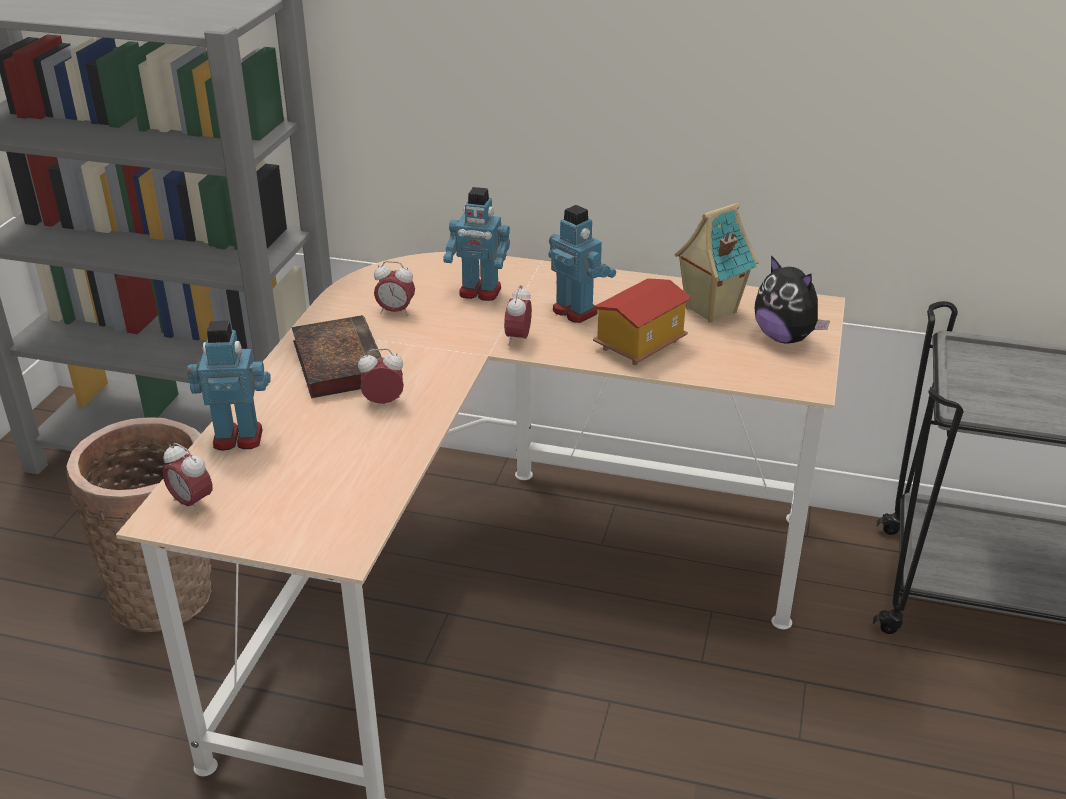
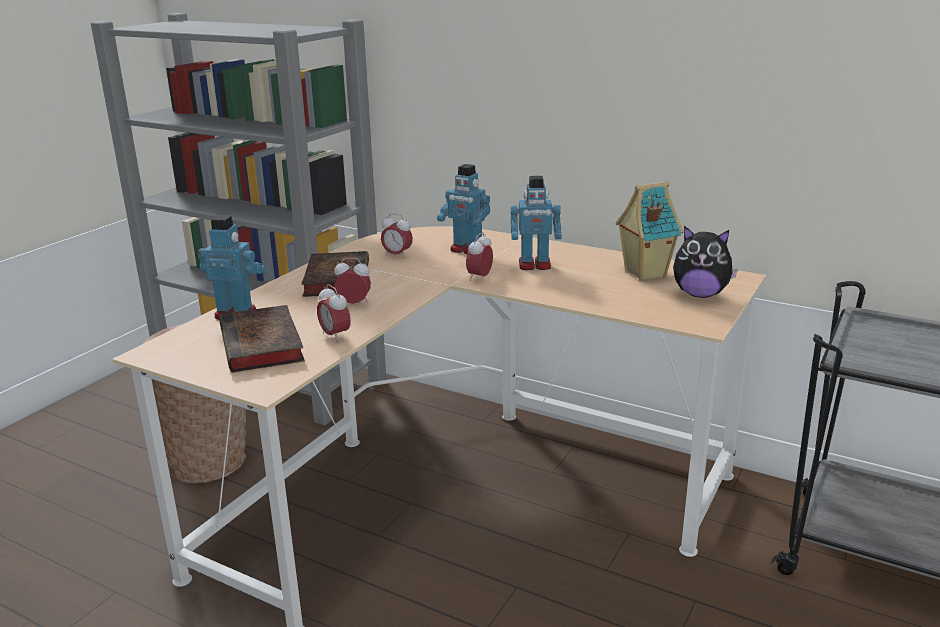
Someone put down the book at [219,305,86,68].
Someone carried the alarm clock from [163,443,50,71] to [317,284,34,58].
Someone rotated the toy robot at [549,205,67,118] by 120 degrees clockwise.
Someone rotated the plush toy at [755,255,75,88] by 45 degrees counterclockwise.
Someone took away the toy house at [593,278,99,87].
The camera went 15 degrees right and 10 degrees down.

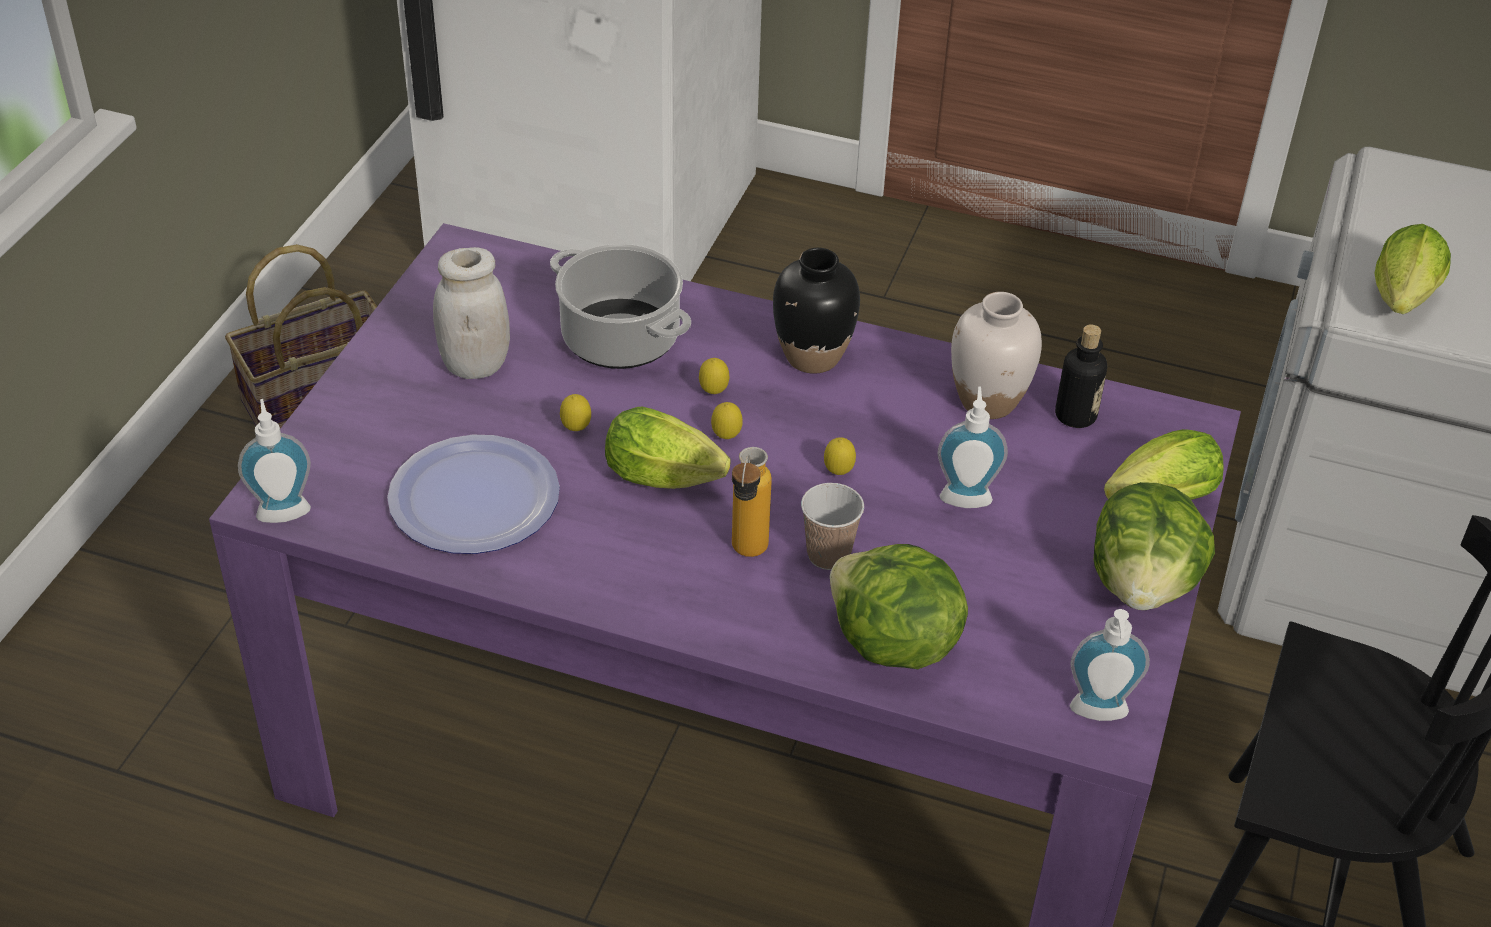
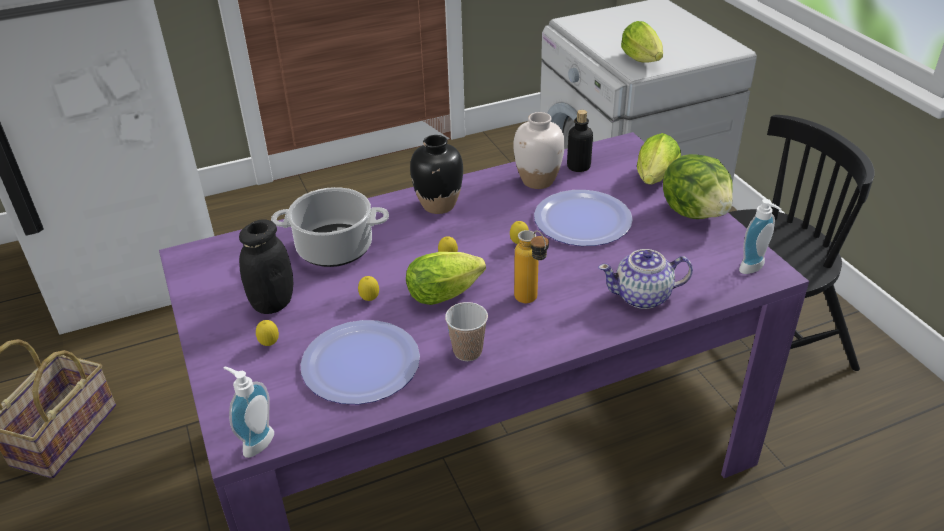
Someone repainted the jar (white) at [433,247,77,132], which became the jar (black) at [239,219,54,95].
Someone carried the lemon from [699,358,30,36] to [256,320,23,26].
Someone carried the cup from [801,483,63,87] to [445,302,43,59].
Someone swapped the soap dispenser at [937,386,71,122] for the plate at [534,190,99,56].
Someone swapped the lettuce at [830,544,138,125] for the teapot at [598,249,95,60].
The camera went 40 degrees left and 5 degrees down.

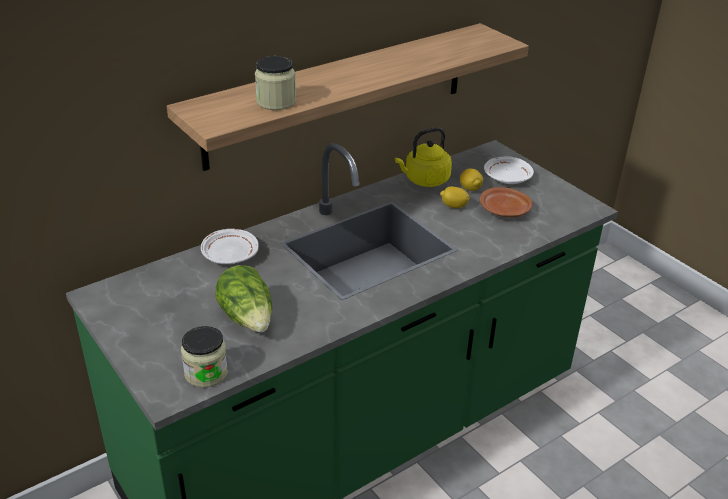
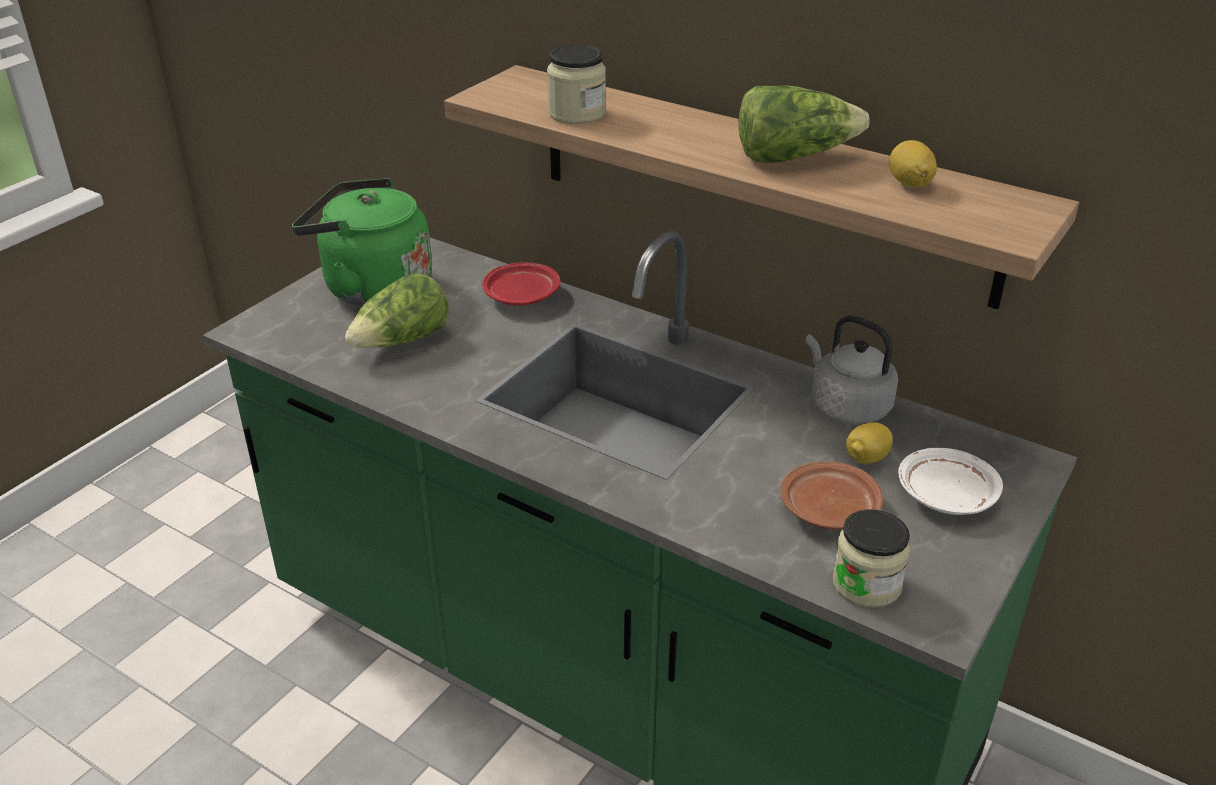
Someone put down the kettle (green) at [292,178,140,129].
Someone repainted the plate (white) at [201,229,58,35], which became the plate (red) at [482,262,79,43].
Someone put down the lettuce at [739,85,131,78].
Someone repainted the kettle (yellow) at [395,128,57,59], which became the kettle (grey) at [806,315,92,109].
Someone carried the jar from [181,326,47,62] to [833,509,77,98].
Someone carried the lemon from [440,186,30,22] to [889,140,48,48].
The camera went 70 degrees right and 0 degrees up.

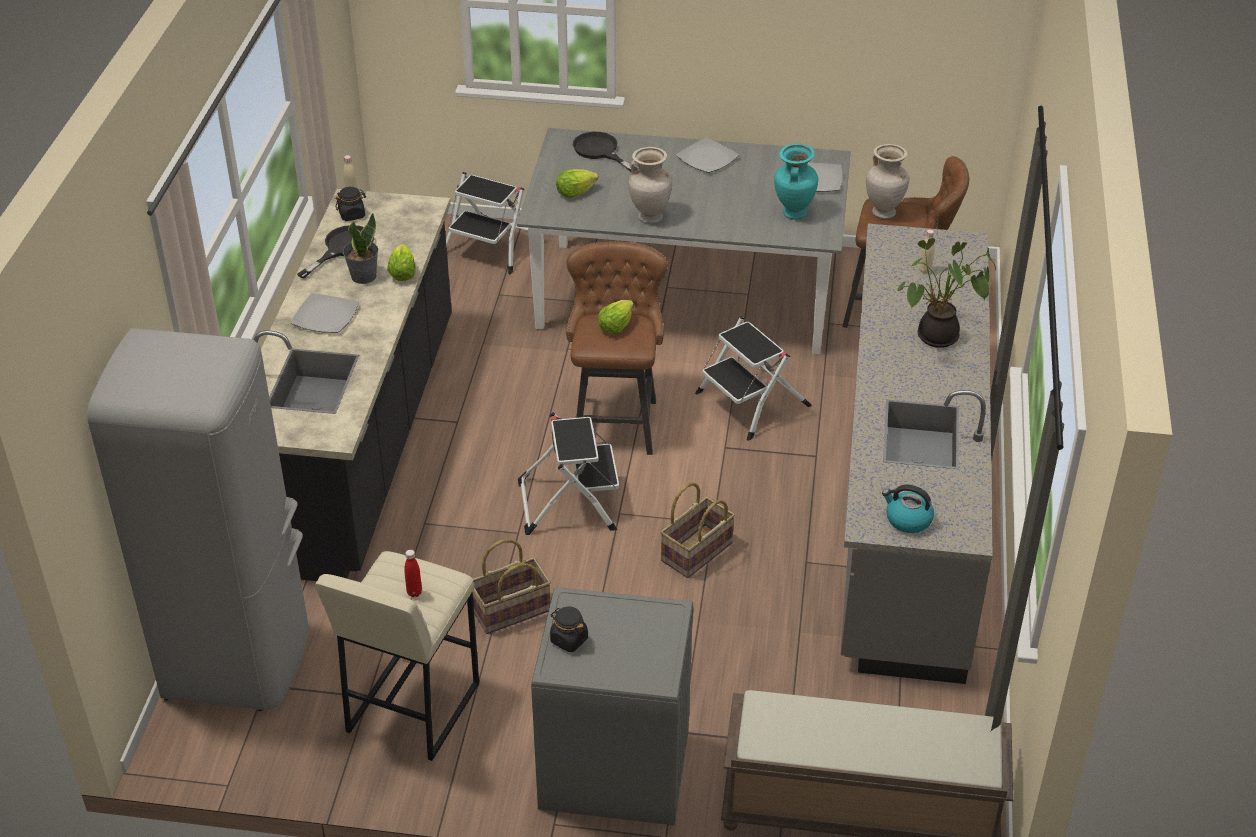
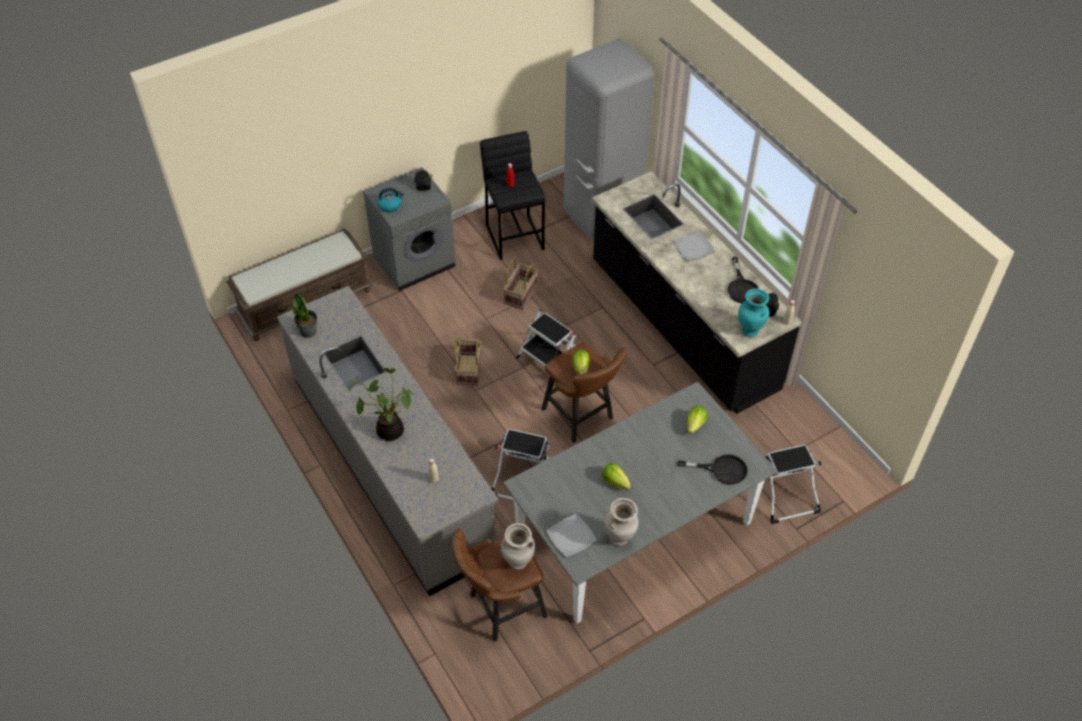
Someone carried the potted plant from [343,213,35,71] to [293,293,24,45].
Someone carried the kettle from [882,484,52,49] to [377,188,27,24].
Someone repainted the stool (beige) at [315,551,164,210], which became the stool (black) at [480,131,66,129].
Someone carried the lettuce from [387,244,29,37] to [602,463,29,27].
Someone carried the vase (beige) from [628,147,44,77] to [604,498,35,48].
Someone carried the vase (turquoise) from [774,144,44,76] to [738,288,31,49].
Someone took away the plate at [676,138,63,35].
The camera went 140 degrees right and 10 degrees up.

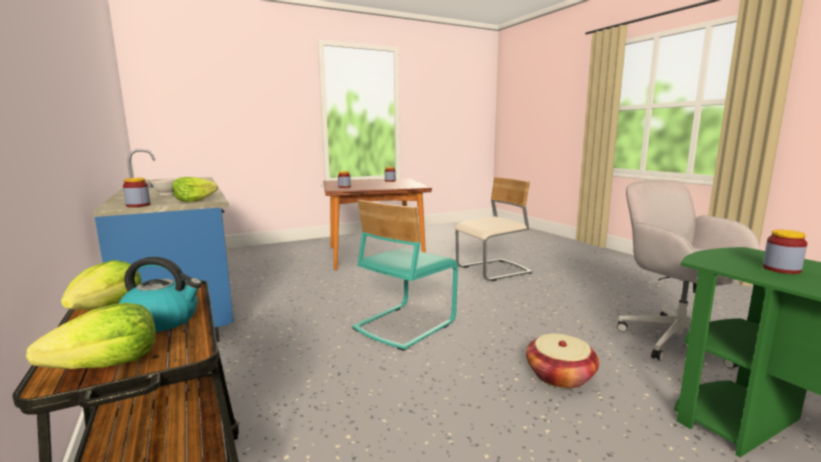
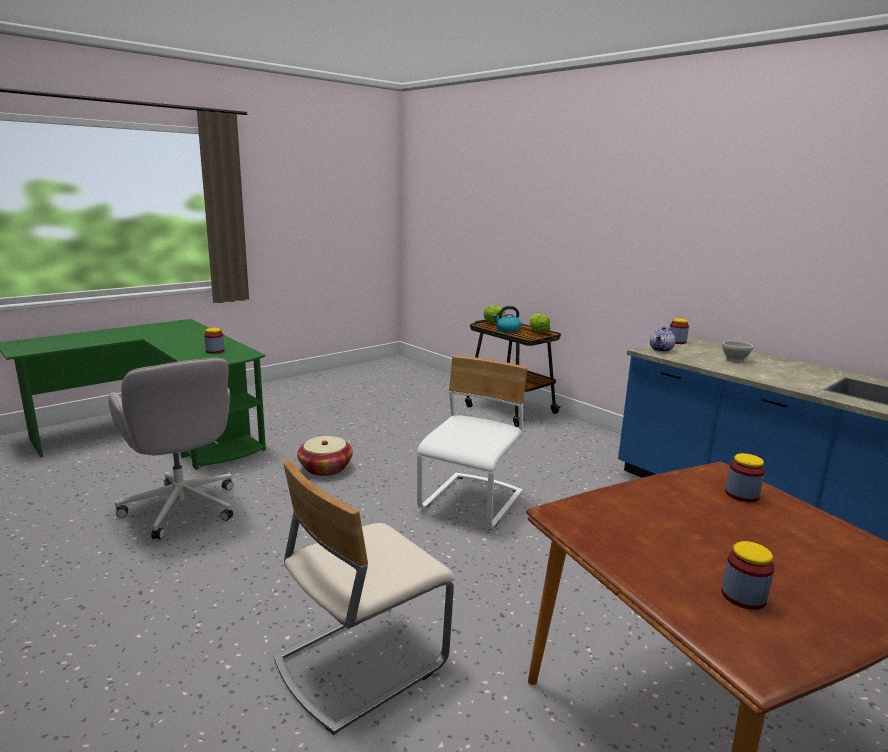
Someone repainted the chair (turquoise) at [352,200,106,151], which became the chair (white) at [417,355,110,173].
Someone swapped the lettuce at [172,177,46,25] for the teapot at [650,327,25,25].
The camera went 165 degrees right and 5 degrees up.

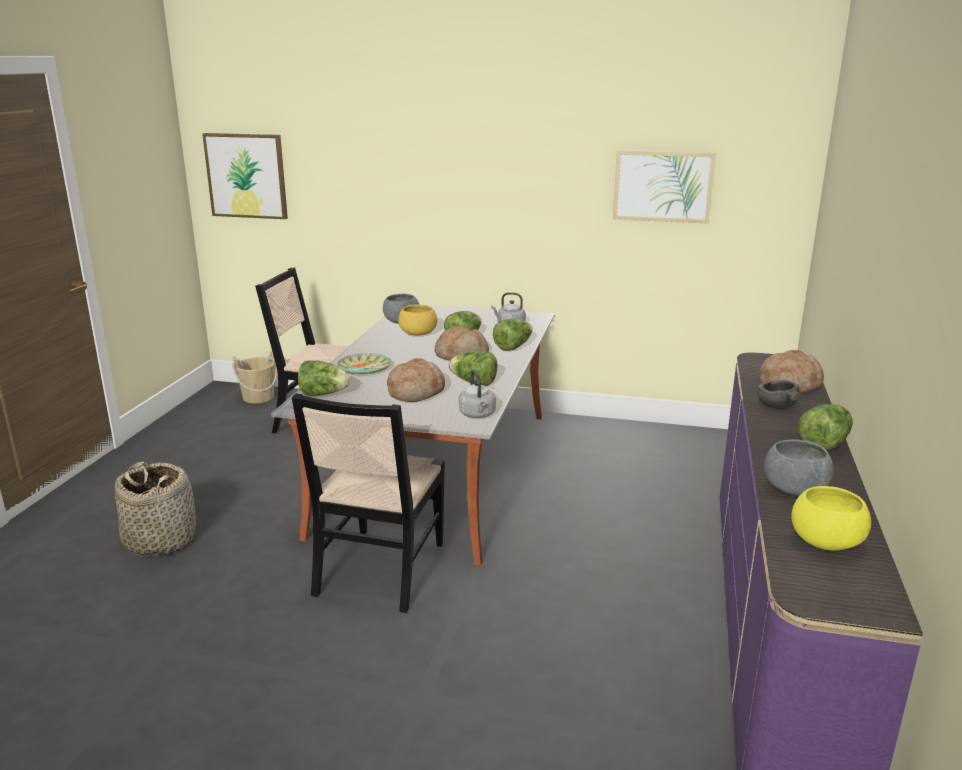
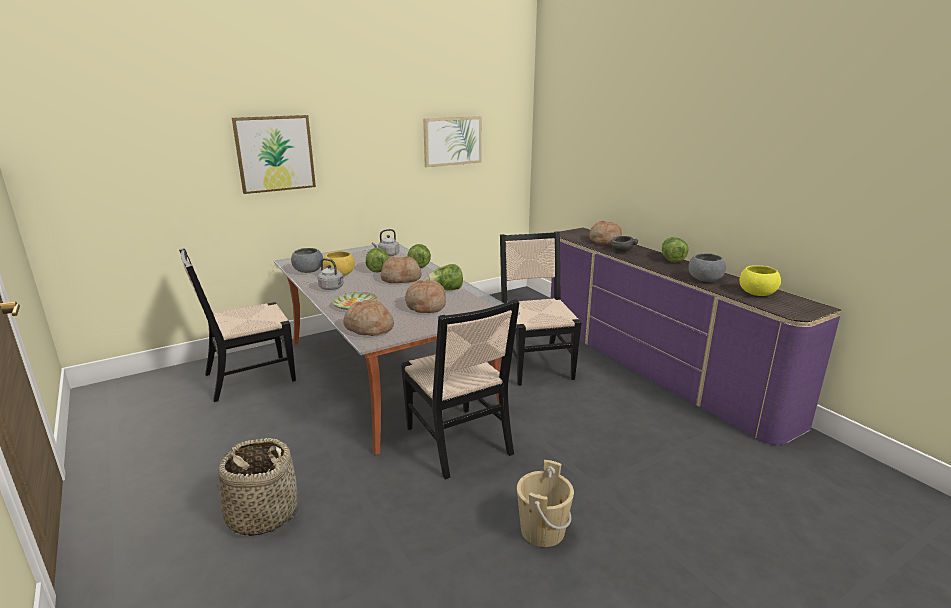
Someone carried the picture from [202,133,86,86] to [232,115,84,79].
Someone carried the kettle (grey) from [459,369,37,49] to [318,258,27,32].
Someone swapped the lettuce at [298,360,52,36] for the bread at [343,299,51,37].
Someone put down the chair at [500,231,82,155].
Someone carried the bucket (beige) from [232,351,45,52] to [517,460,57,87].
The camera went 45 degrees left and 0 degrees up.

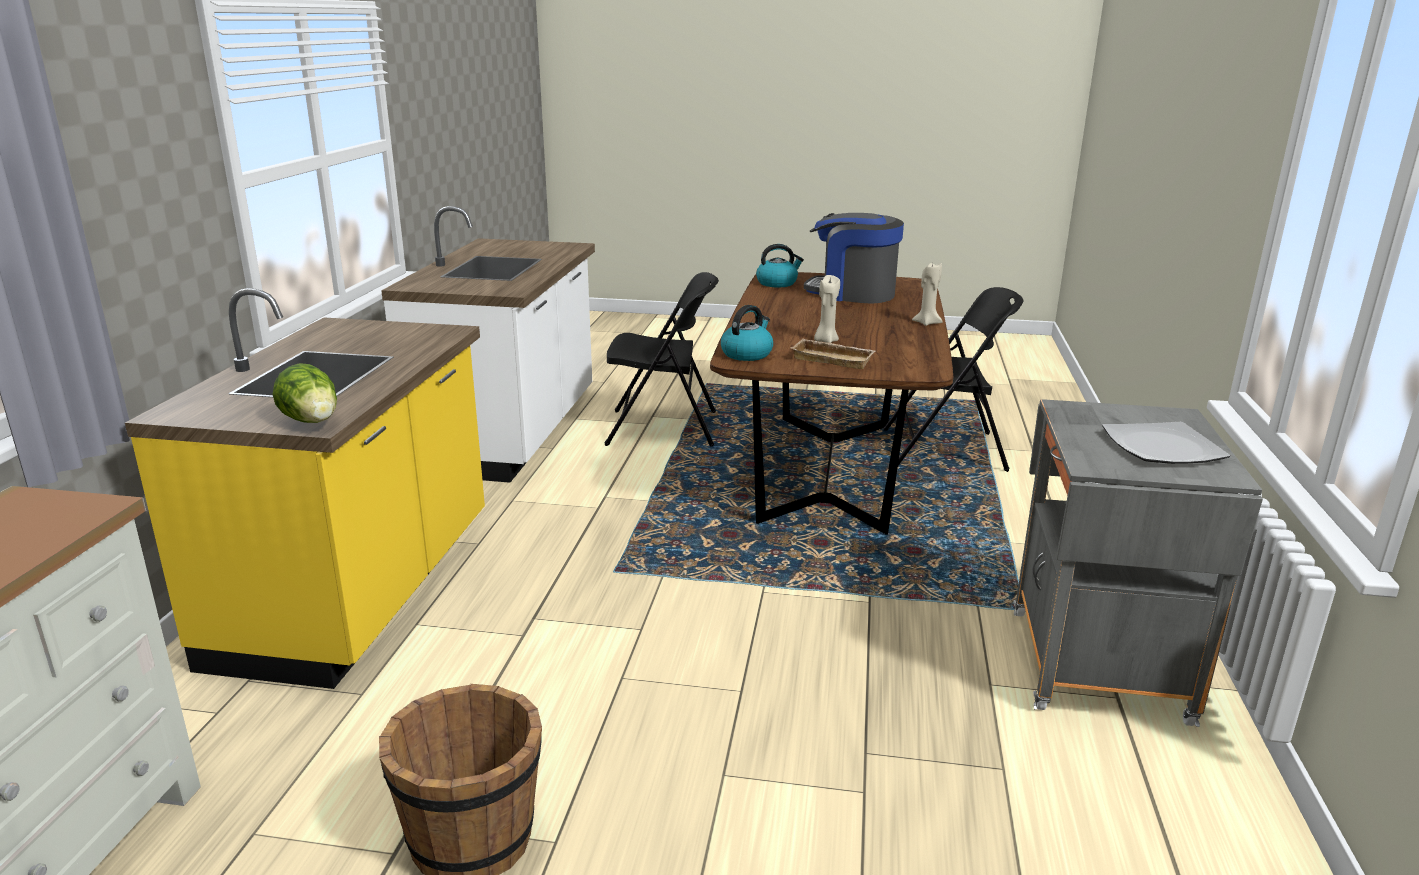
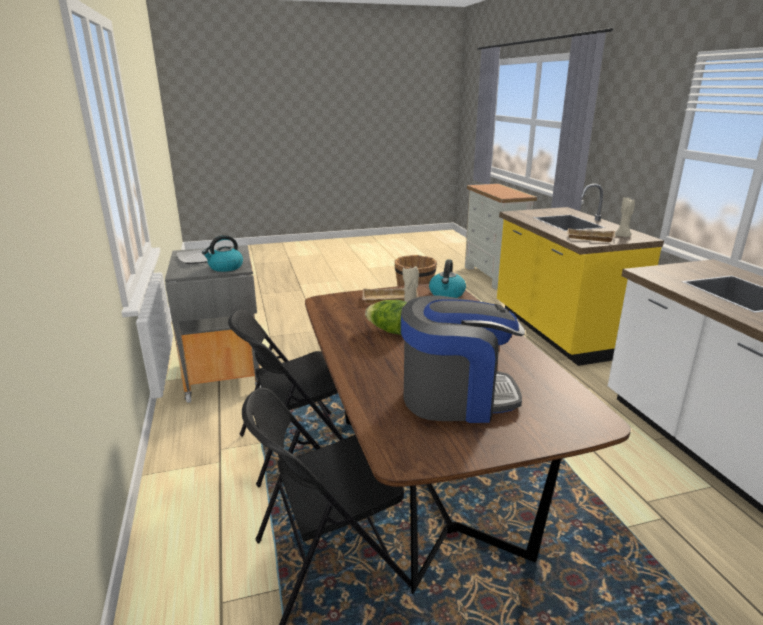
Someone carried the kettle from [756,244,48,43] to [202,235,41,37].
Someone carried the chair (black) from [605,272,114,175] to [228,310,116,177].
Someone carried the lettuce from [273,363,64,60] to [365,300,42,35].
Someone put down the tray (beige) at [567,228,48,14].
Someone carried the candle (beige) from [912,263,31,63] to [615,197,20,40].
The camera went 155 degrees right and 0 degrees up.

